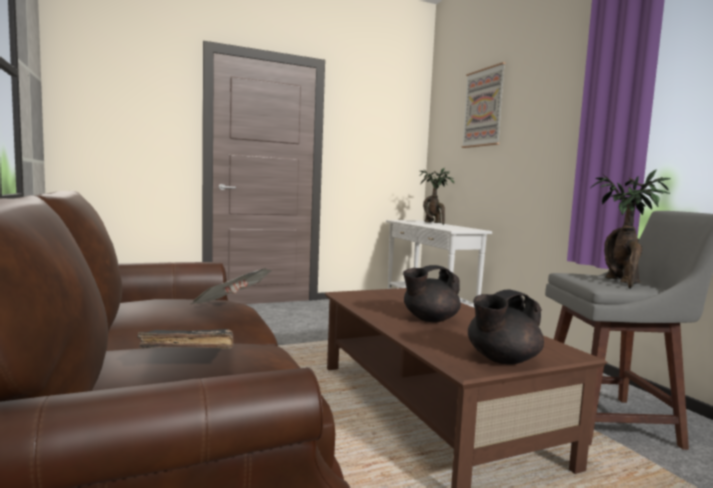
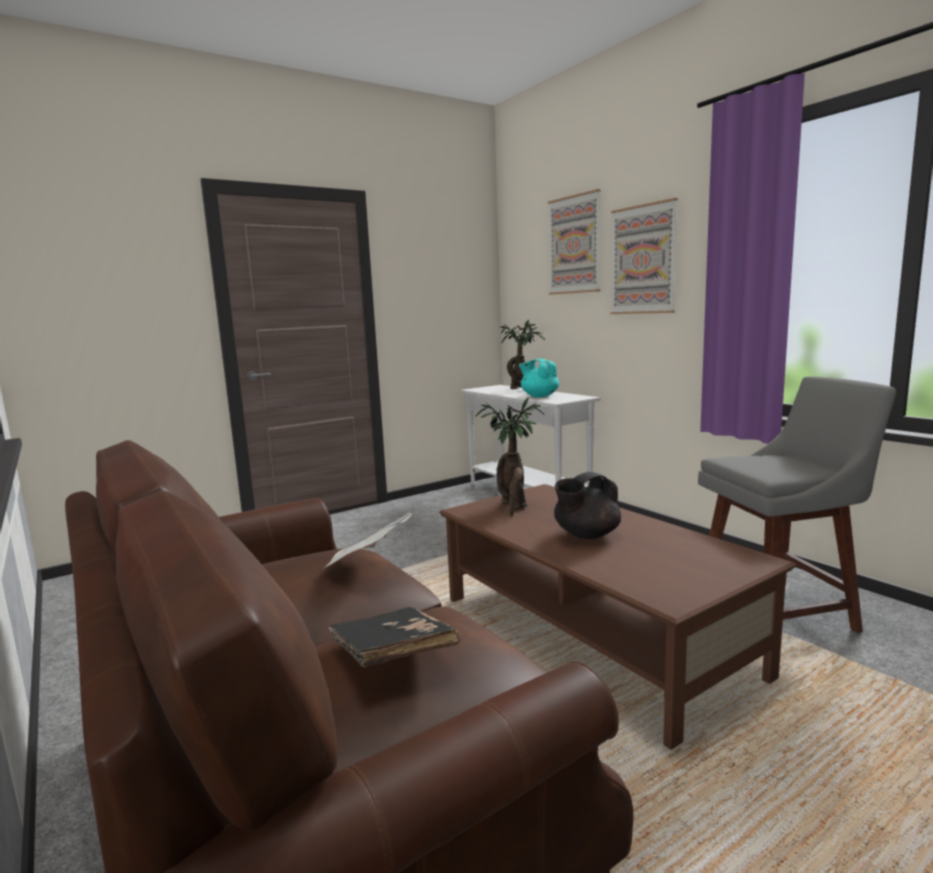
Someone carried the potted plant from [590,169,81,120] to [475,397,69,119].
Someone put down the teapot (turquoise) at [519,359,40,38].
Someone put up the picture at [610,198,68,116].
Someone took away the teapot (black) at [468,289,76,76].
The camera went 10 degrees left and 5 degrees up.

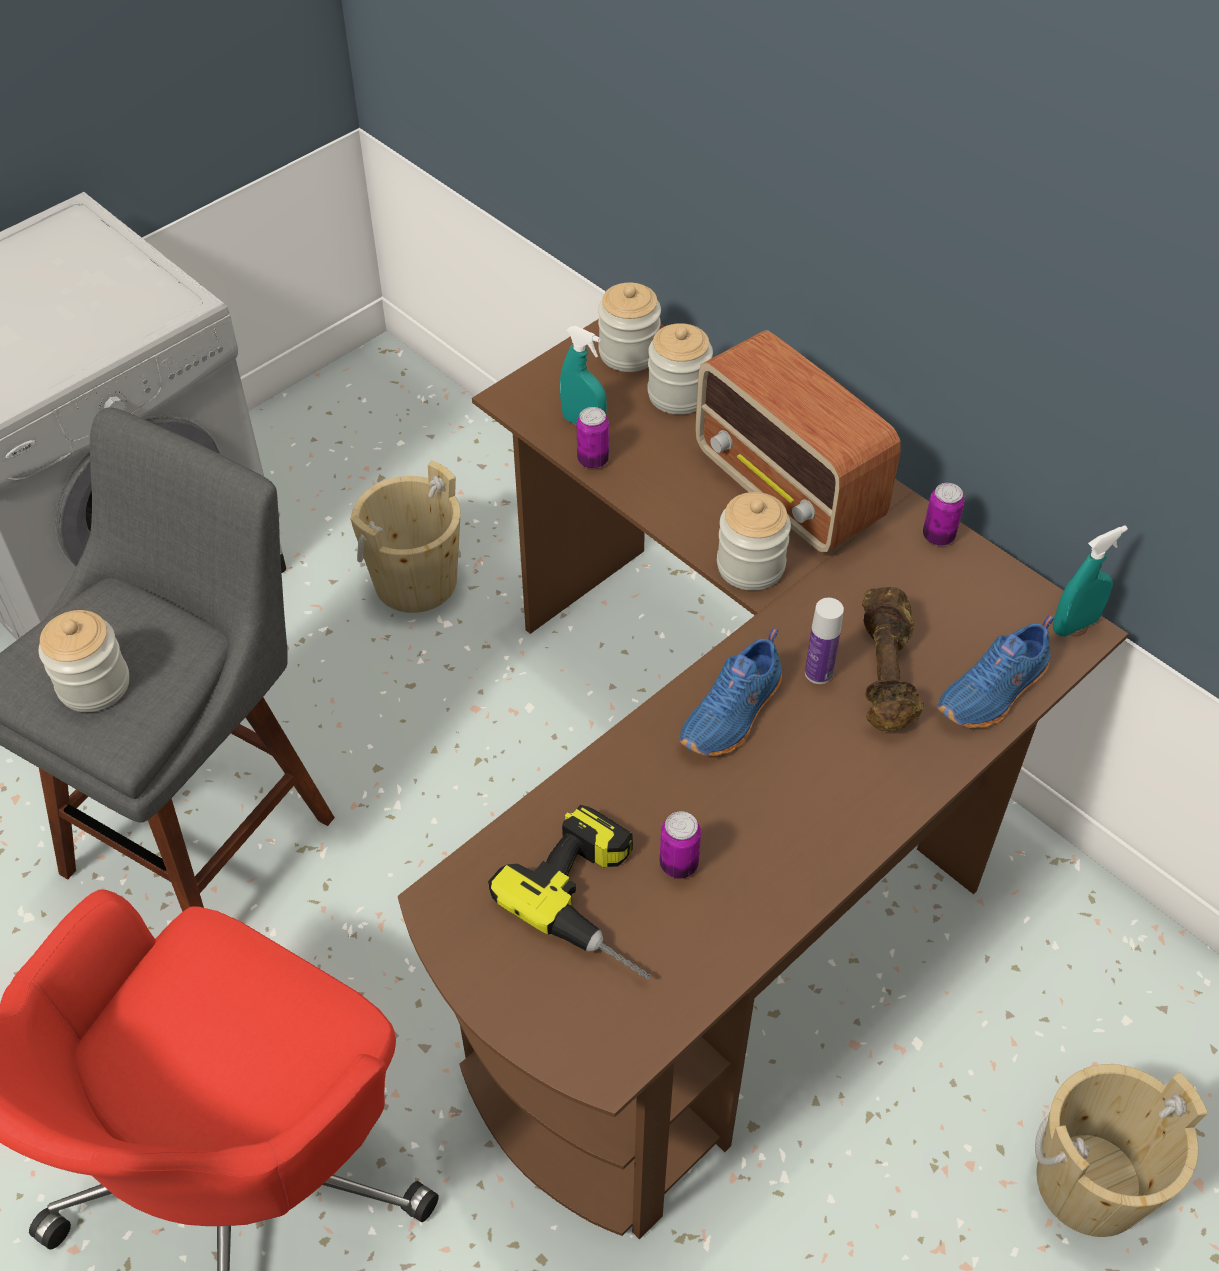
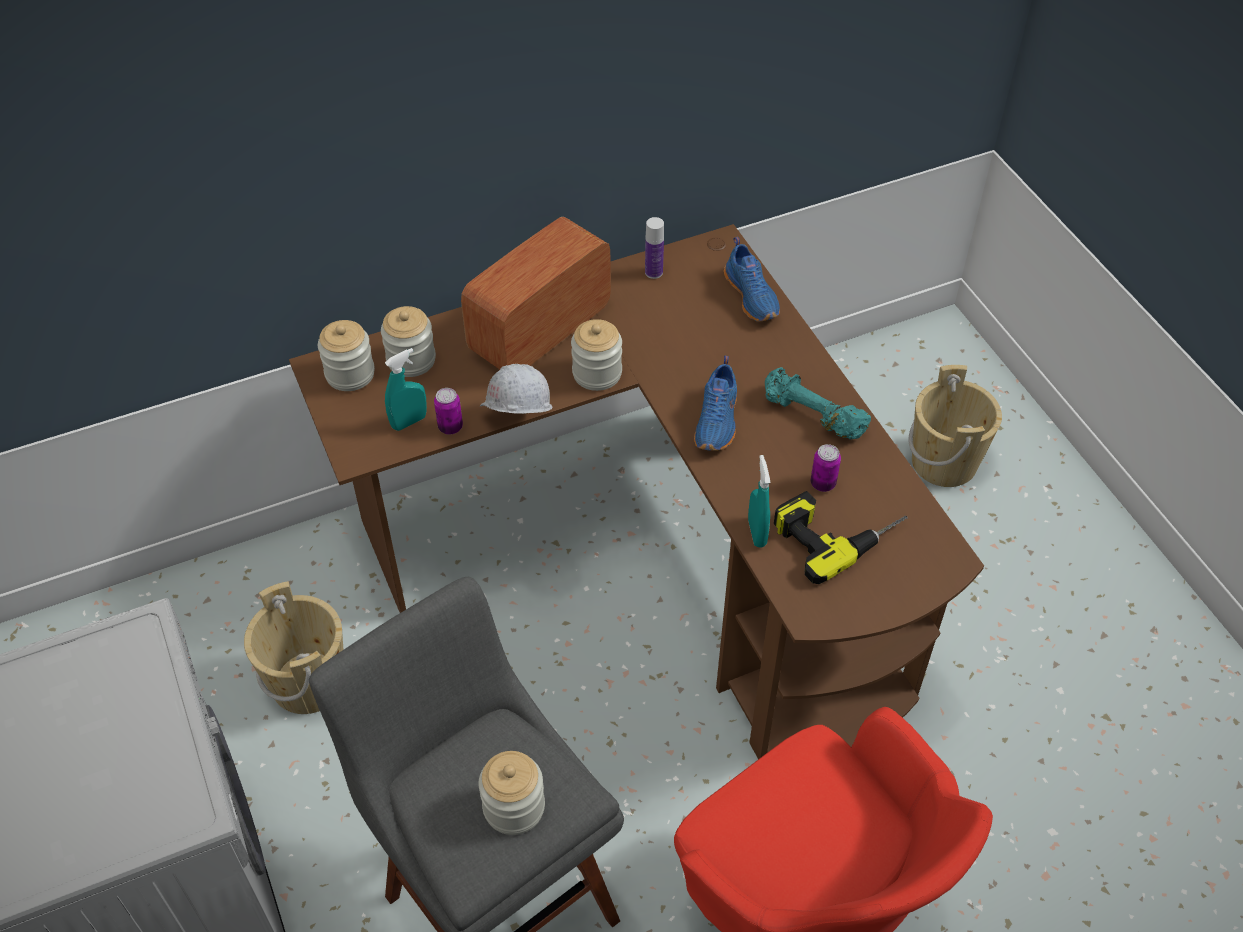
Someone rotated the radio at [695,330,206,222] by 150 degrees clockwise.
Someone put down the hard hat (white) at [480,364,73,50].
Someone carried the bottle from [805,598,39,86] to [645,217,19,62].
Someone rotated the shoe (blue) at [679,628,103,128] by 45 degrees clockwise.
Someone carried the spray bottle (turquoise) from [1053,525,75,111] to [748,455,22,93].
Someone put down the dumbbell (turquoise) at [765,367,106,72].
Someone took away the dumbbell (brown) at [862,587,62,145].
Someone took away the can at [923,483,42,63].
The camera went 70 degrees left and 0 degrees up.

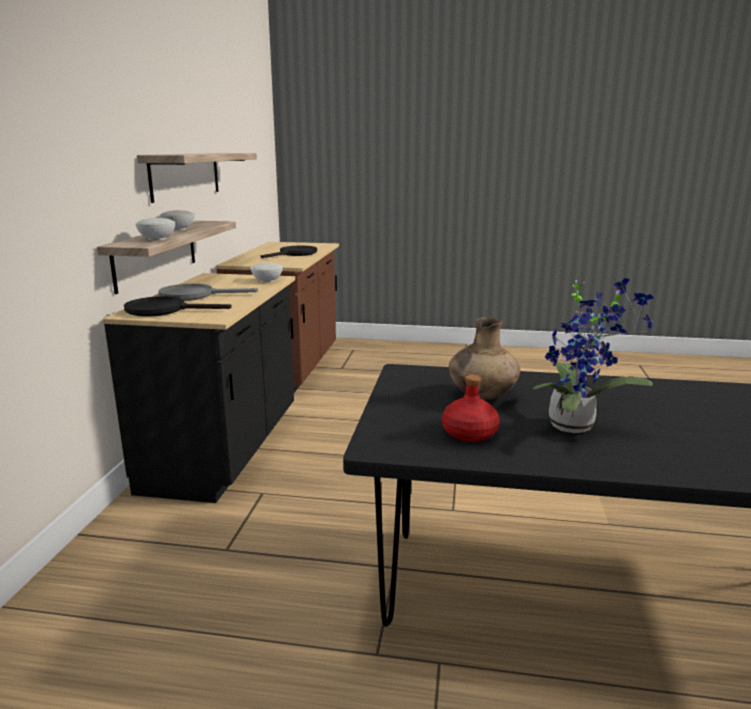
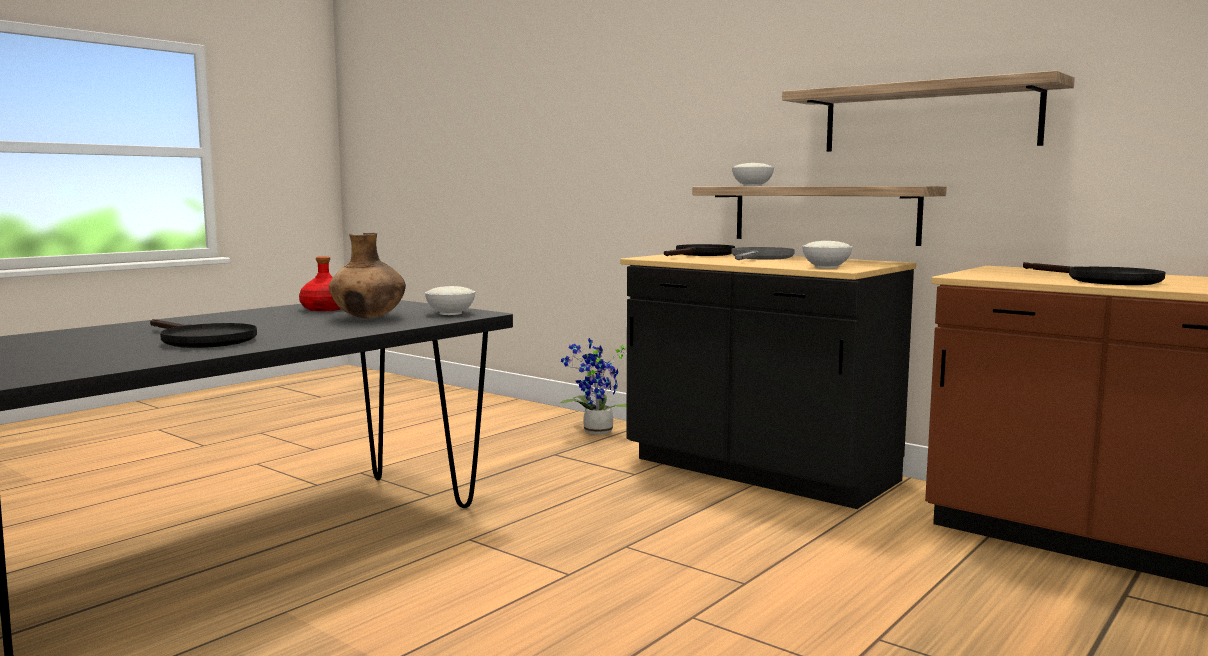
Someone put down the frying pan (black) at [150,319,107,29].
Someone carried the bowl (white) from [159,210,36,20] to [425,286,50,29].
Someone carried the potted plant from [532,278,122,155] to [560,338,67,97].
The camera went 120 degrees right and 10 degrees down.

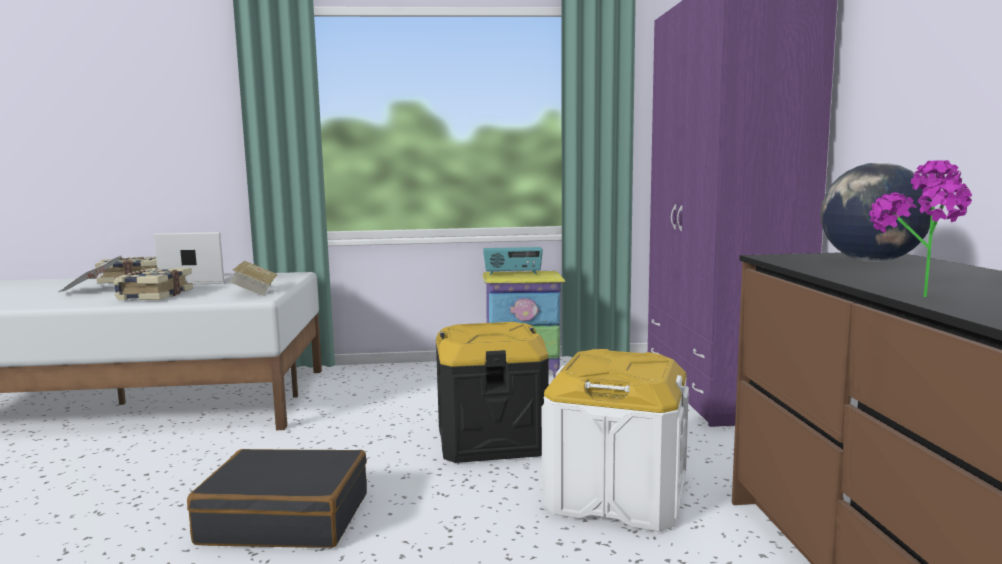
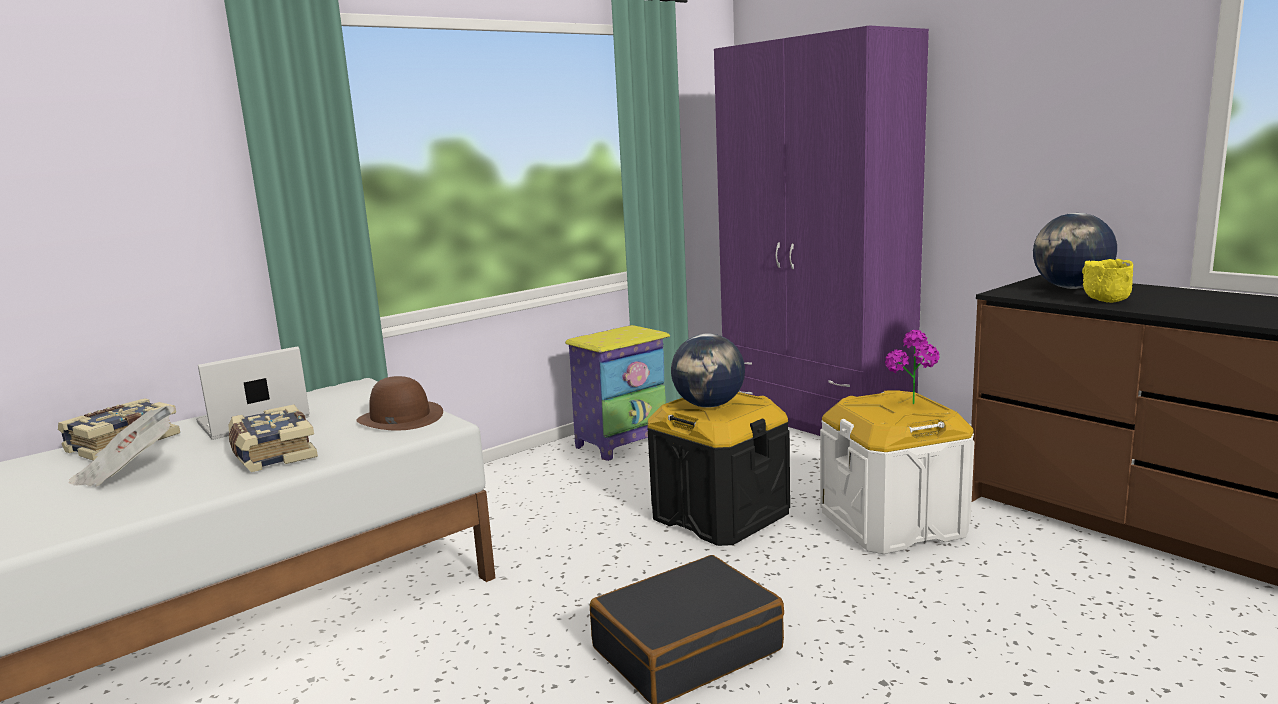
Someone swapped the book at [230,261,48,35] for the hat (brown) at [357,376,86,54].
Someone put down the globe at [671,333,74,74].
Someone carried the potted plant from [869,160,103,137] to [885,330,55,74].
Someone put down the bowl (yellow) at [1082,259,51,44].
Someone took away the radio at [483,247,60,28].
The camera went 35 degrees left and 5 degrees up.

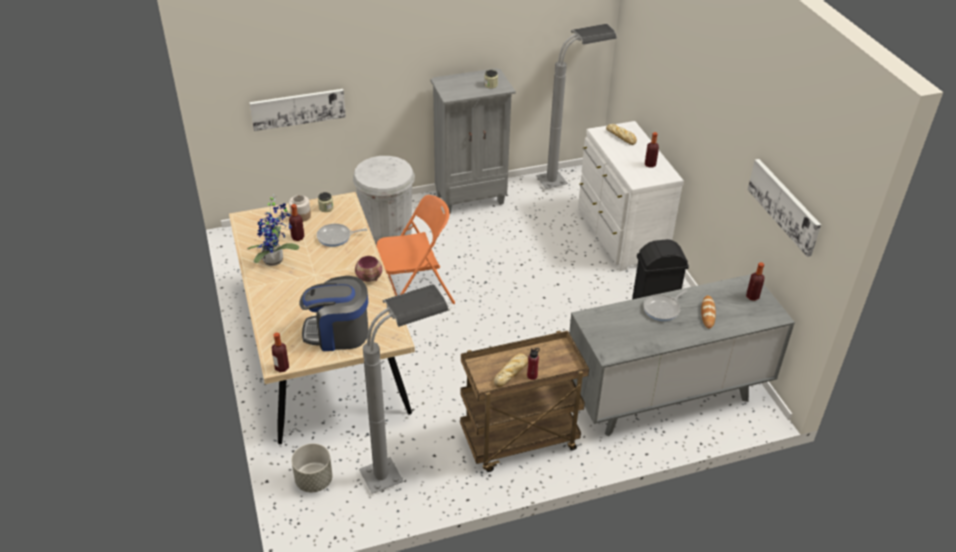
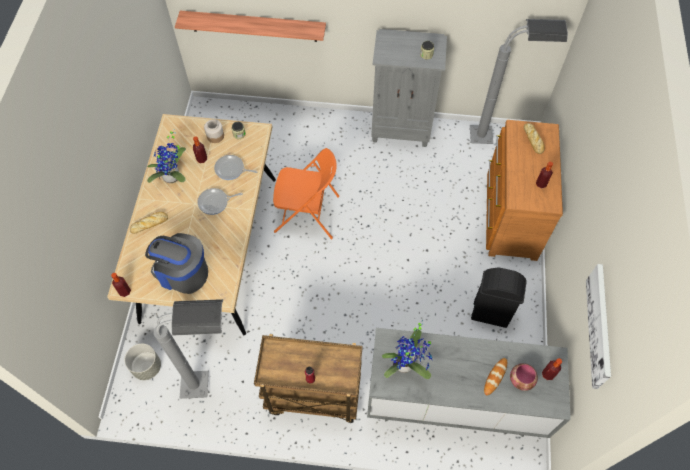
Someone carried the bread from [494,353,34,34] to [130,212,38,22].
Someone swapped the picture at [249,89,97,42] for the shelf at [175,11,151,31].
Someone carried the frying pan from [643,289,44,32] to [197,188,46,27].
Someone put down the potted plant at [382,320,50,59].
Someone repainted the dresser (white) at [578,121,106,150], which became the dresser (brown) at [486,120,77,141].
Someone carried the bowl from [355,256,27,26] to [510,363,28,28].
Someone took away the trash can (white) at [353,156,62,91].
The camera went 25 degrees right and 20 degrees up.

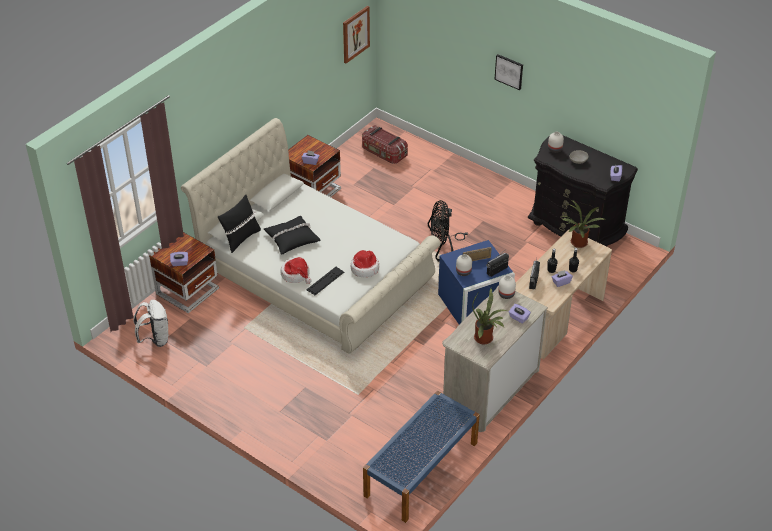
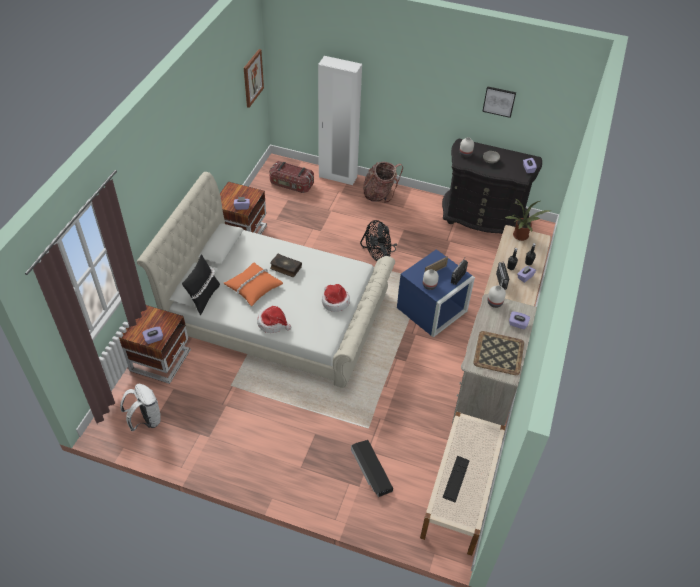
Someone repainted the pillow (black) at [264,216,57,39], which became the pillow (orange) at [224,262,59,44].
Someone put down the book at [270,254,32,23].
Someone put down the wardrobe (white) at [318,56,44,129].
Someone put down the storage box (black) at [351,440,42,57].
Someone put down the backpack at [363,162,40,41].
Someone repainted the bench (blue) at [363,390,117,133], which became the bench (beige) at [420,411,86,145].
Someone carried the keyboard from [306,267,38,28] to [442,456,28,47].
Someone swapped the potted plant at [472,288,36,57] for the tray at [473,331,51,44].
Someone carried the picture from [494,54,29,36] to [482,86,34,32].
The camera went 20 degrees left and 5 degrees up.

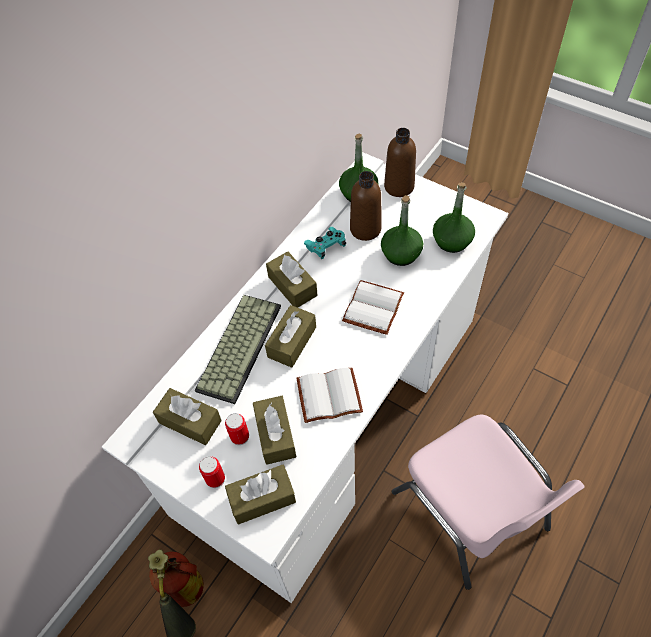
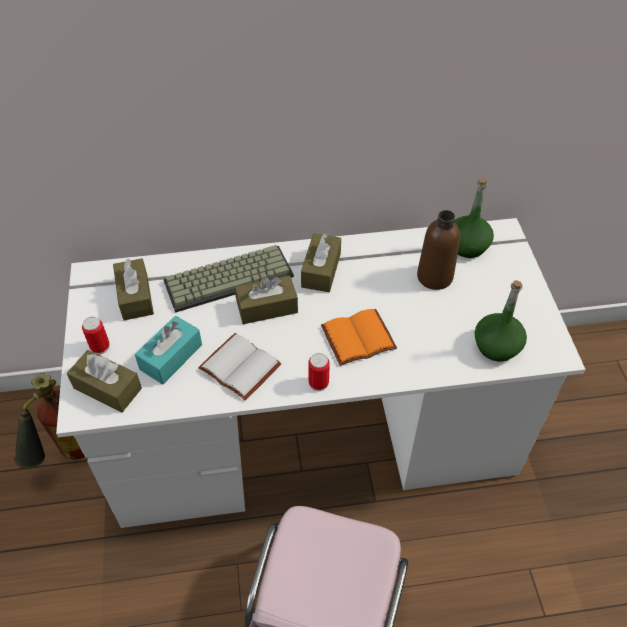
Someone repainted the tissue box (brown) at [253,396,43,69], which became the tissue box (turquoise) at [135,316,67,69].
Someone carried the can from [225,413,24,32] to [308,353,22,38].
Someone repainted the book (white) at [342,280,62,55], which became the book (orange) at [321,309,76,57].
Someone took away the game controller (turquoise) at [304,227,42,32].
Someone took away the bottle (green) at [381,195,42,71].
Someone took away the bottle (brown) at [384,128,32,69].
The camera went 45 degrees right and 5 degrees down.

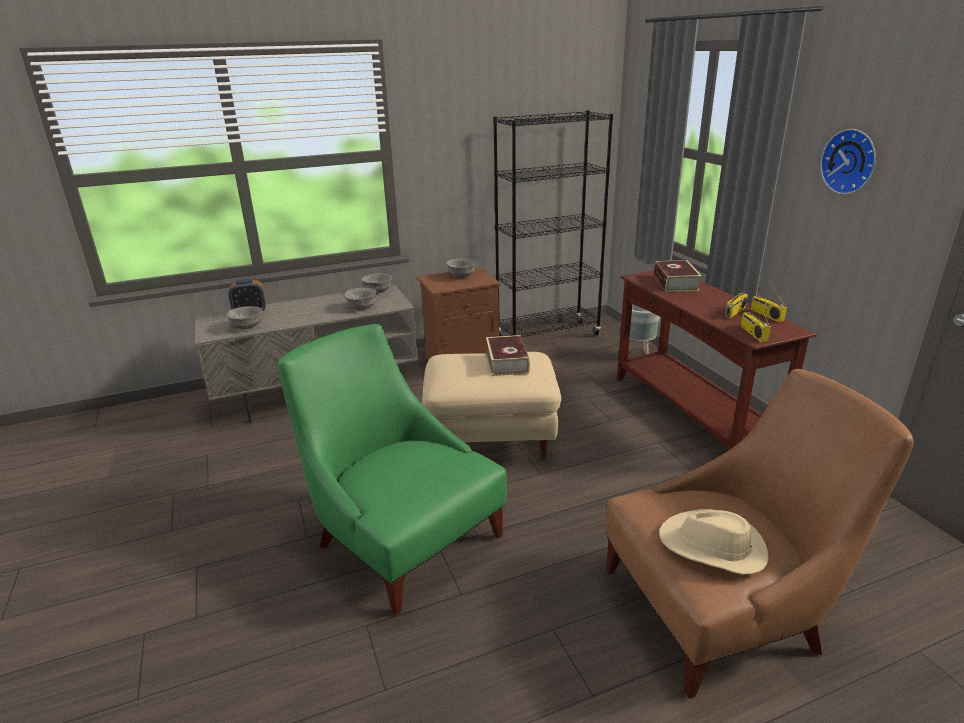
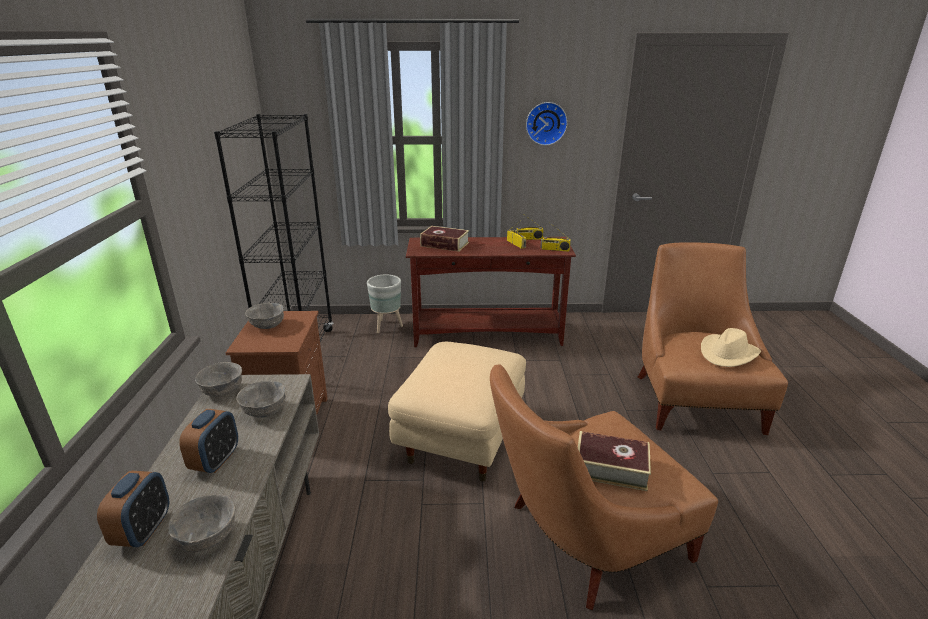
Someone put down the alarm clock at [179,409,59,64].
Someone repainted the armchair (green) at [278,324,229,291], which became the armchair (brown) at [490,364,228,246].
Someone carried the book from [486,335,44,41] to [578,431,73,60].
The camera went 70 degrees left and 0 degrees up.

